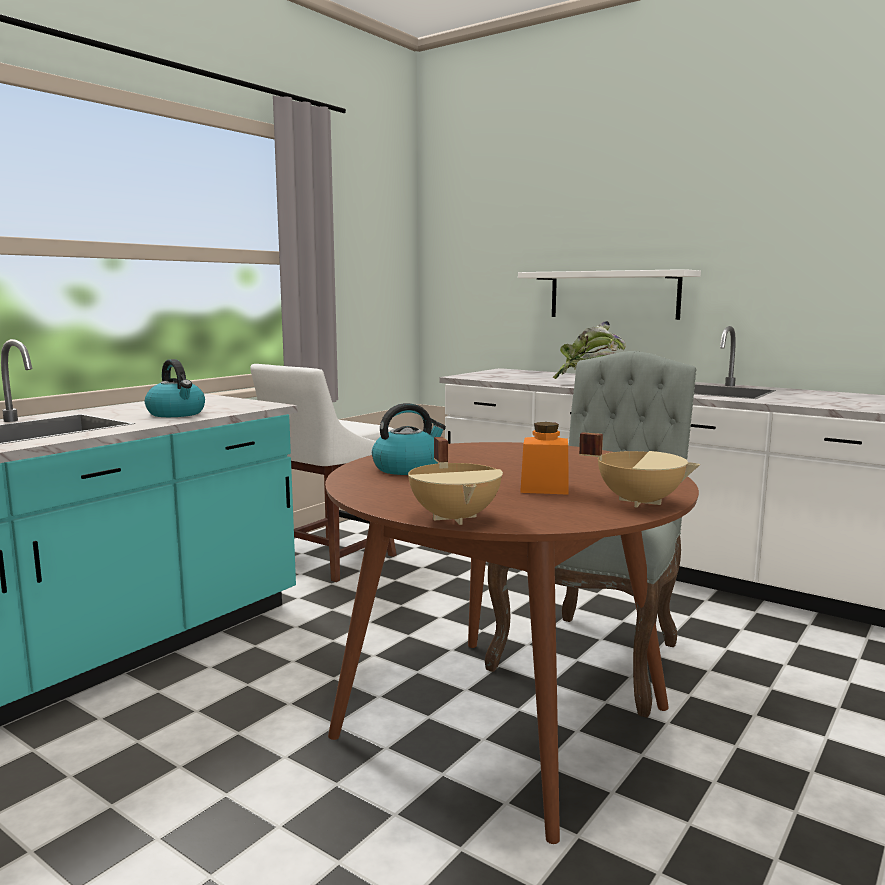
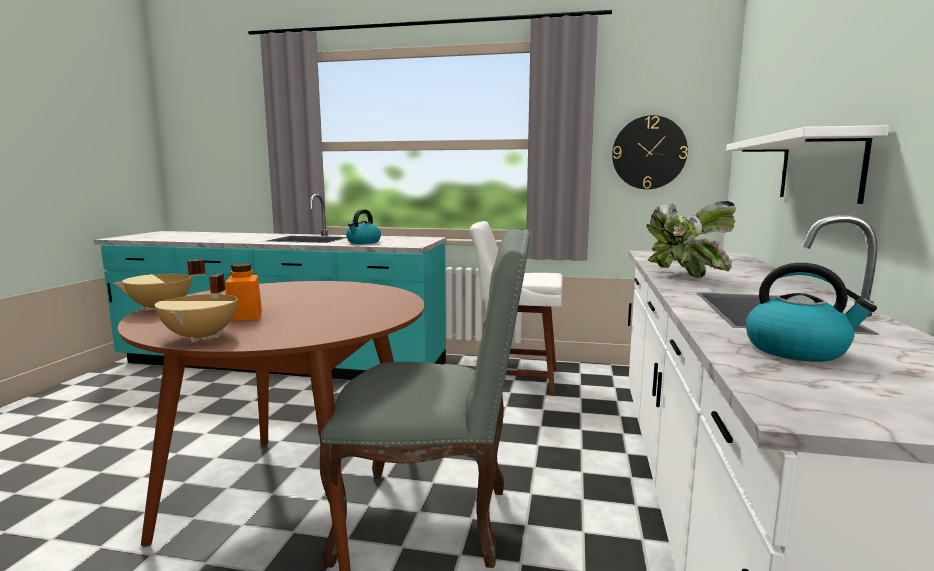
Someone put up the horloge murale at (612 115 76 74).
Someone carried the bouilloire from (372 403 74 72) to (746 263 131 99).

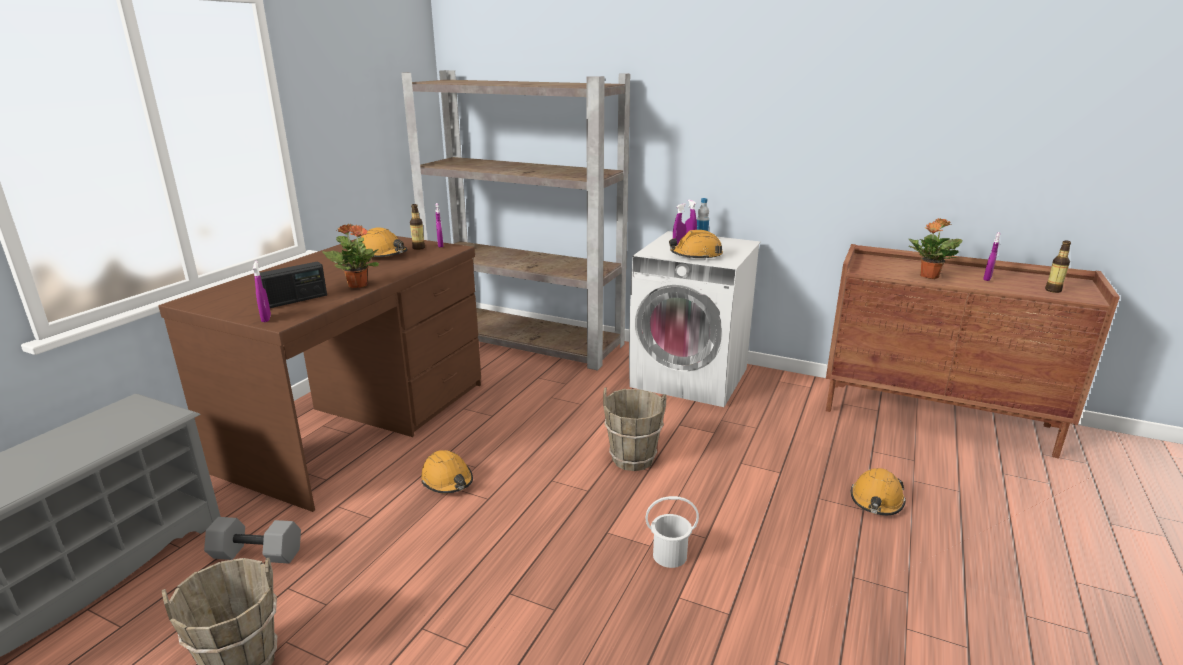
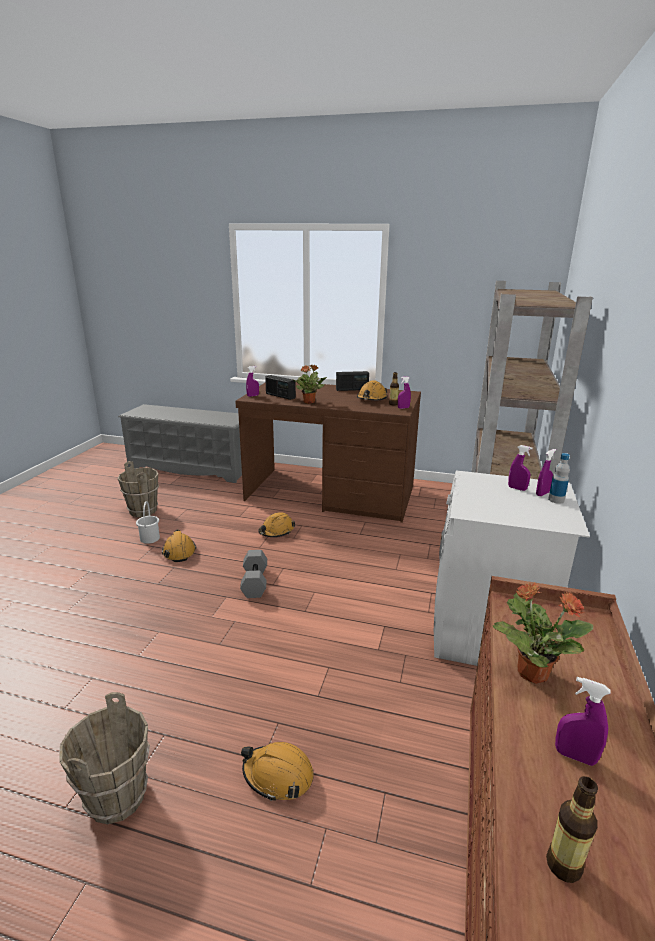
Someone carried the seau [marron] from (603 387 64 84) to (59 692 91 132).
Someone carried the seau [blanc] from (645 496 54 72) to (136 501 24 43).
Someone carried the casque de chantier [orange] from (669 230 54 30) to (162 529 34 33).
Someone carried the haltère [gris] from (204 517 97 47) to (240 550 27 48).
Someone put down the radio at (336 371 33 20).

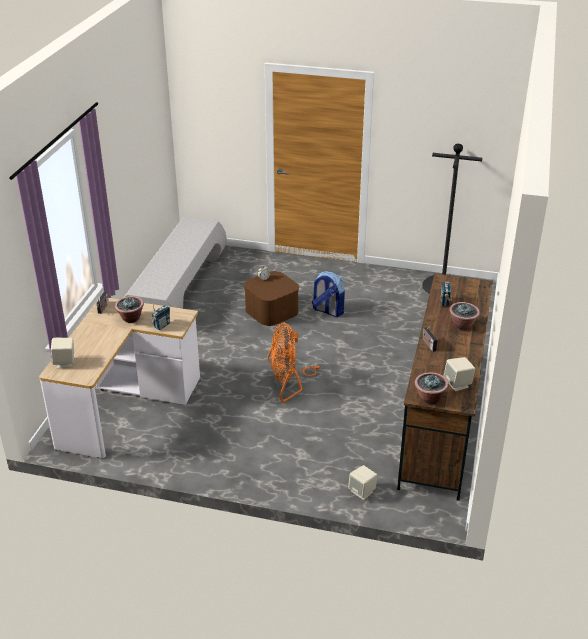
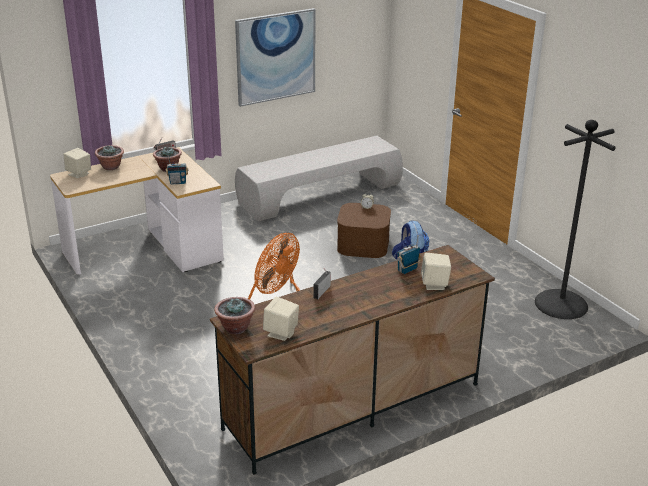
Someone carried the plante en pot from (449 302 31 28) to (95 145 29 25).
Someone put up the tableau at (235 8 81 99).
Someone carried the enceinte [beige] from (348 465 30 35) to (421 253 30 37).

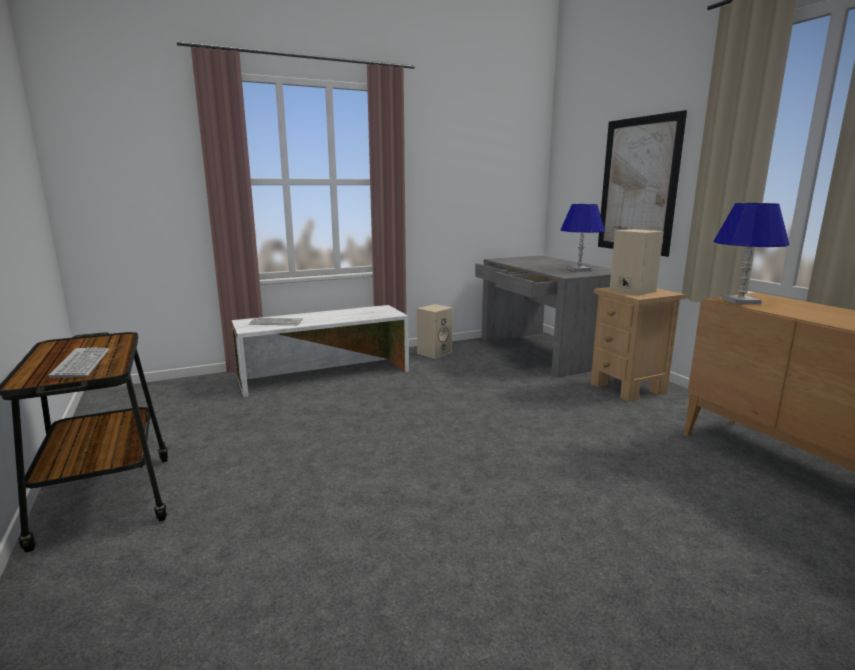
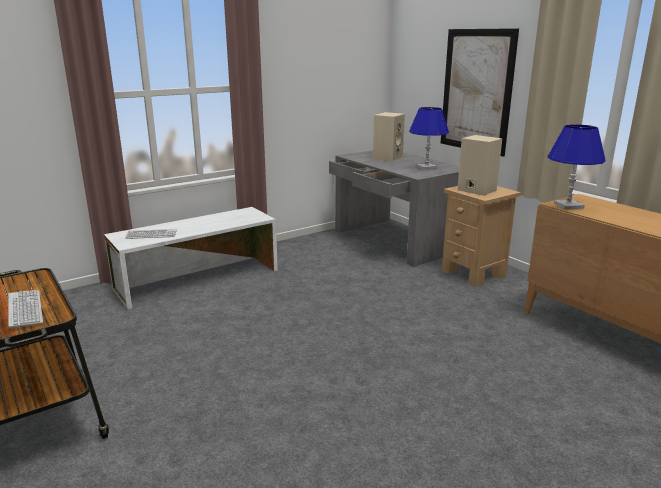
Someone carried the enceinte [beige] from (417 304 36 55) to (373 112 32 50).

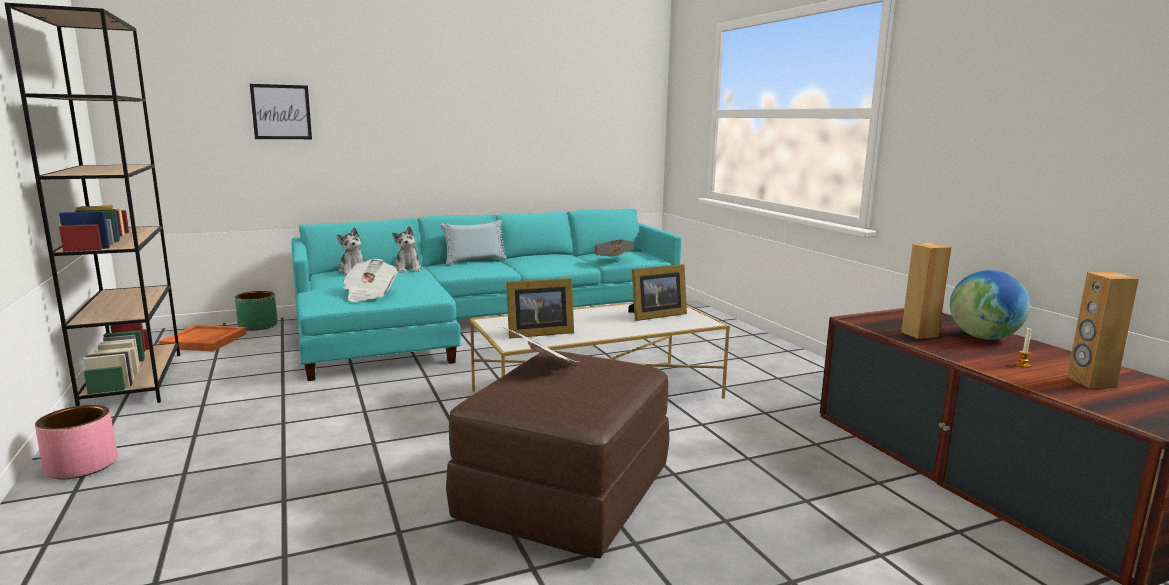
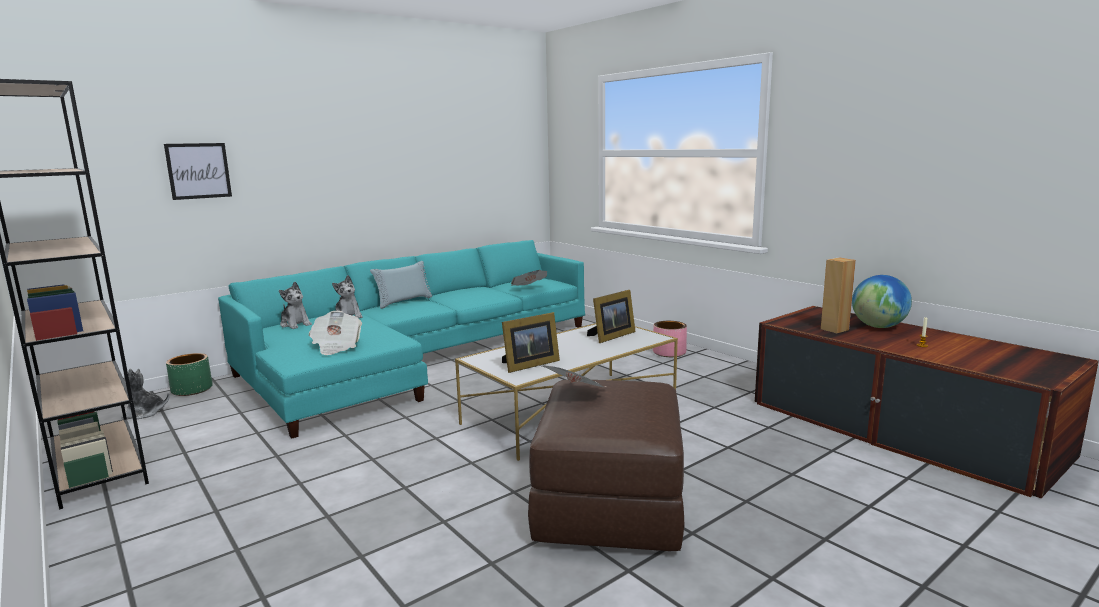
Someone swapped the plateau [orange] at (158 325 88 26) for the peluche at (121 369 48 50).
Someone carried the cache-pot [rose] from (35 405 83 74) to (653 321 34 36).
Someone took away the enceinte [marron] at (1067 272 72 116).

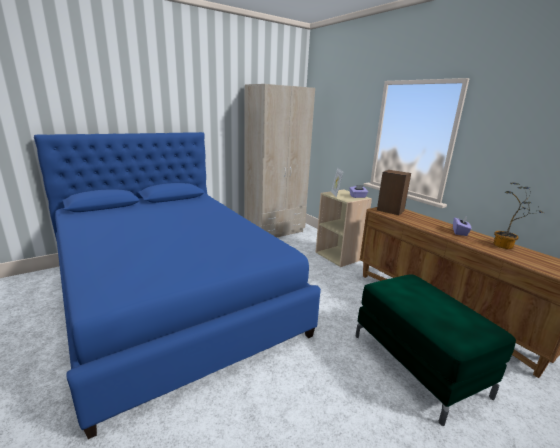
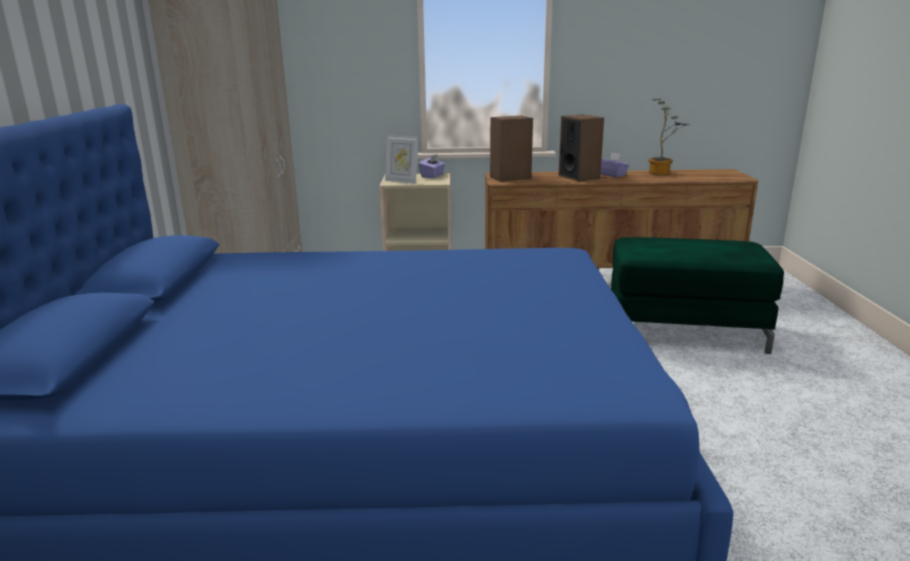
Someone put down the enceinte at (558 115 46 67).

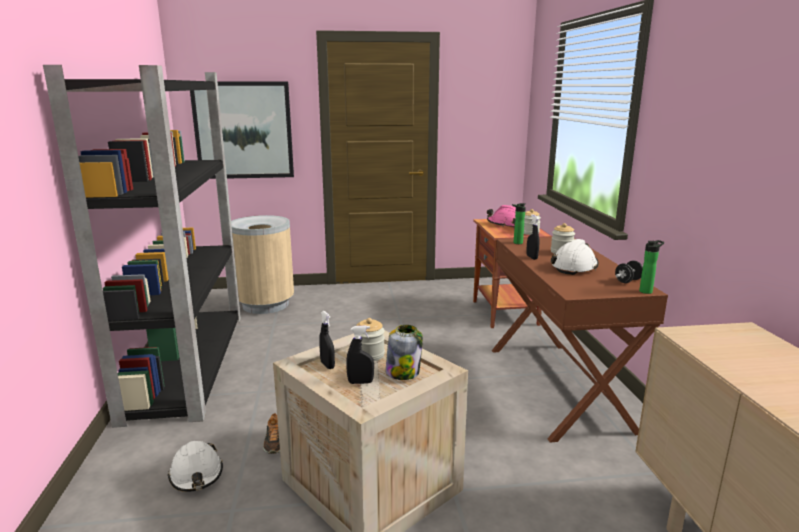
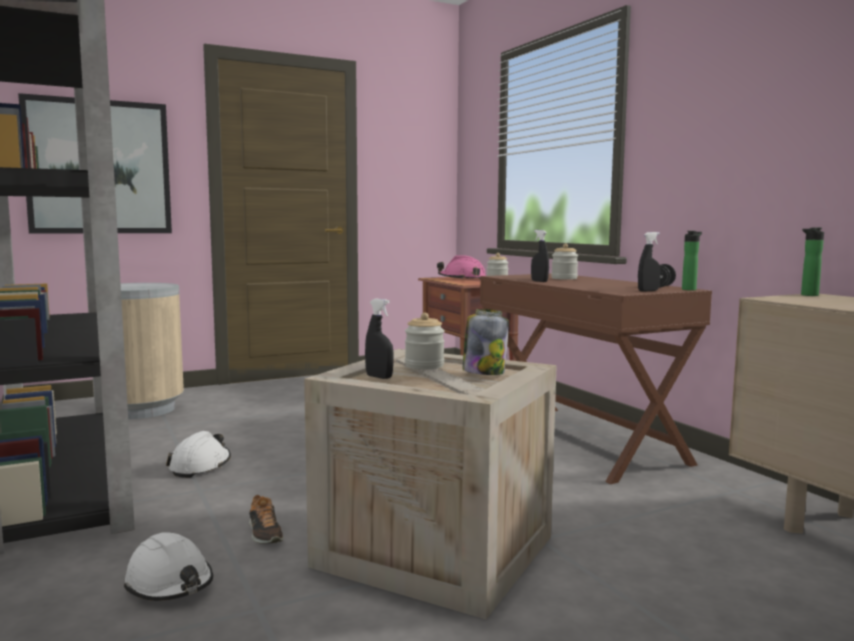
Someone carried the casque de chantier [blanc] from (551 239 48 36) to (166 431 65 47).
Someone carried the vaporisateur [noir] from (346 325 28 59) to (638 232 23 60).
Someone carried the bouteille from (512 203 14 41) to (801 228 23 68).

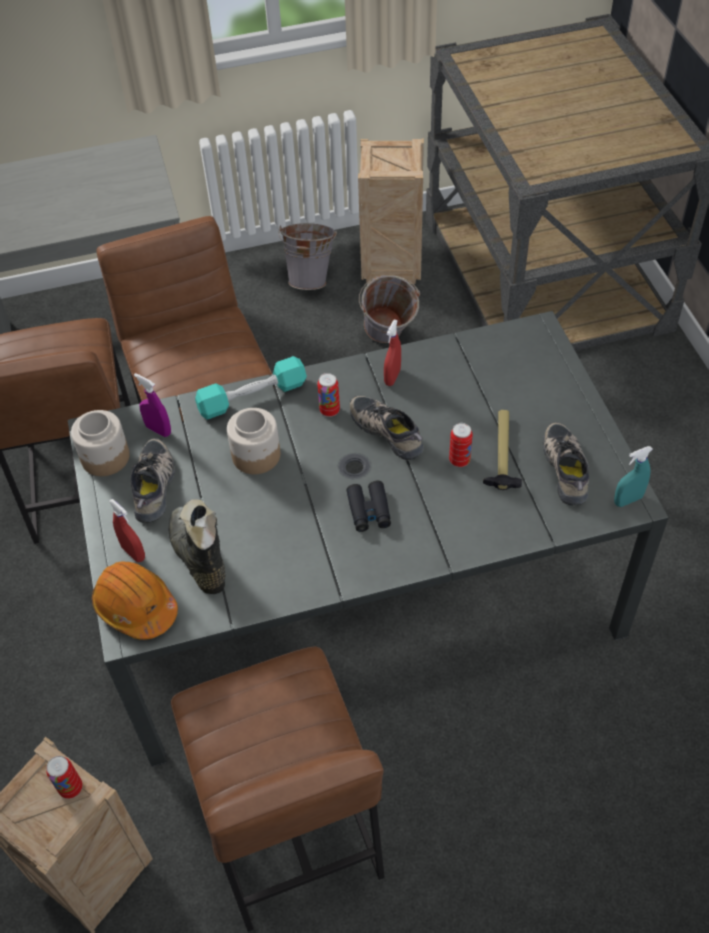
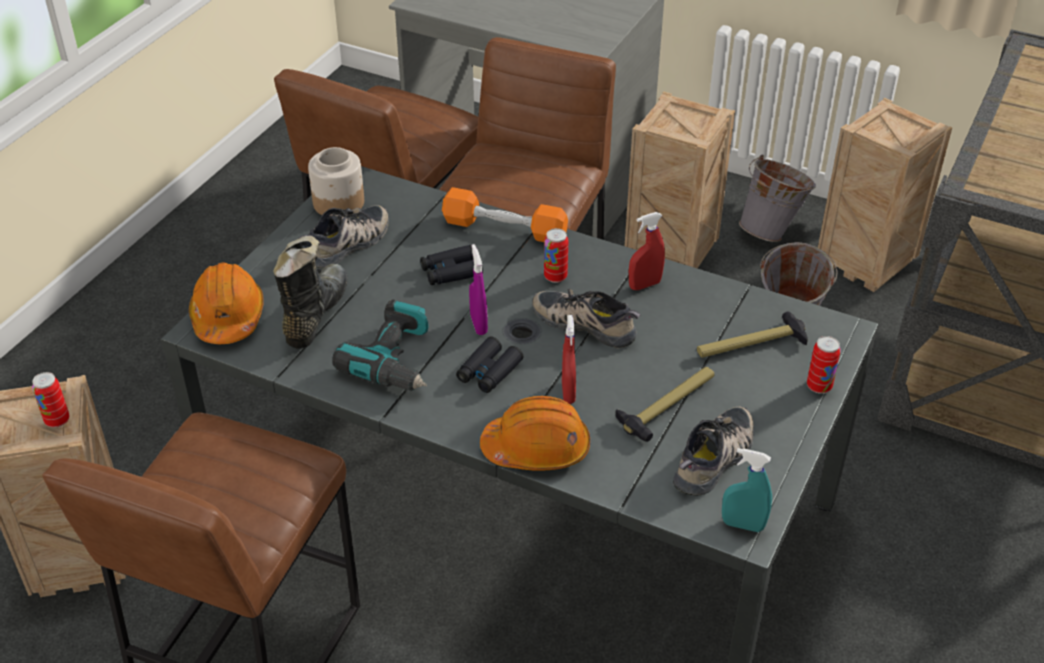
Someone put down the perceuse at (332 300 97 91).
Someone swapped the bocal at (227 408 53 66) for the jumelles [noir] at (420 245 63 40).
Someone repainted the haltère [turquoise] at (195 356 112 64), which became the haltère [orange] at (442 187 126 55).
Someone carried the vaporisateur [violet] from (134 373 37 64) to (469 244 19 91).
Someone put down the casque de chantier [orange] at (480 396 110 75).
Someone rotated the chaussure at (350 396 74 64) by 60 degrees counterclockwise.
Someone carried the vaporisateur [rouge] from (109 499 36 63) to (562 315 14 89).
Someone put down the caisse at (625 91 110 177).
Someone put down the marteau at (697 311 111 47).
Someone carried the boîte métallique from (449 423 24 44) to (807 336 34 58).

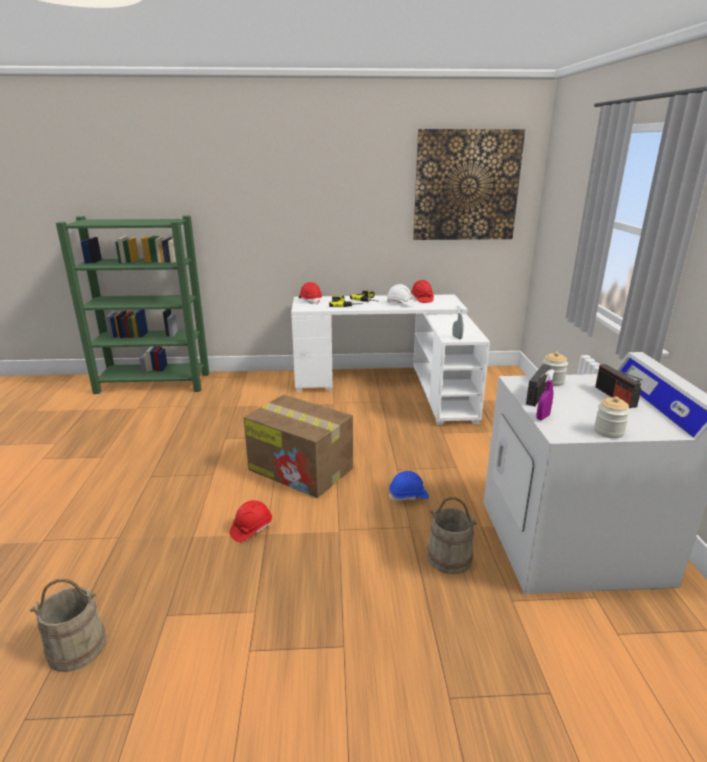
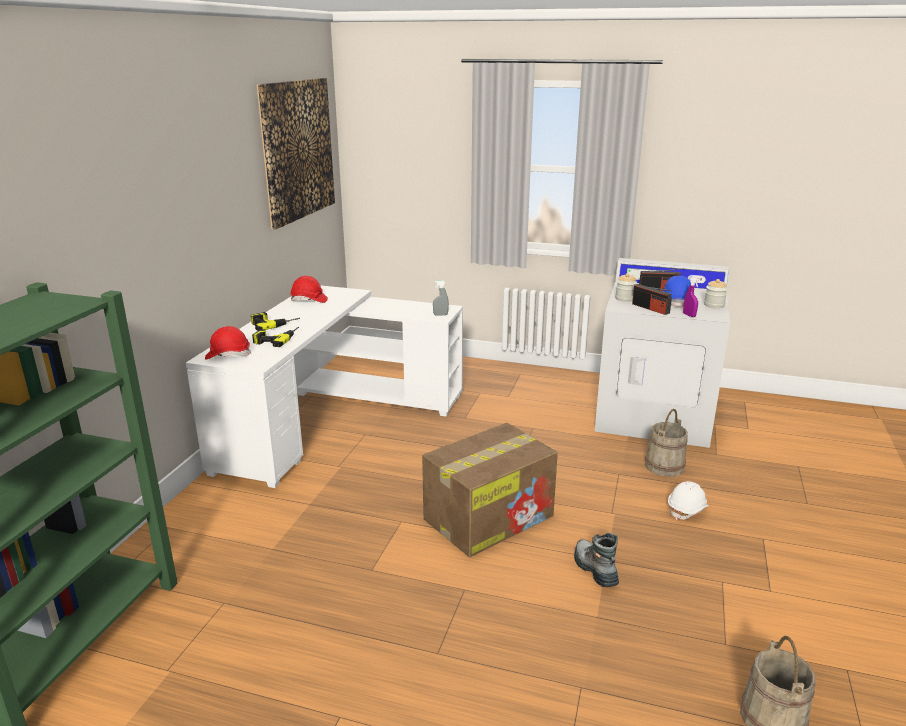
Someone swapped the casque de chantier [rouge] at (229 500 43 42) for the botte at (574 533 45 54).
Someone carried the casque de chantier [bleu] from (389 471 40 31) to (663 275 28 33).
Someone carried the casque de chantier [blanc] from (387 284 28 22) to (668 481 41 39).

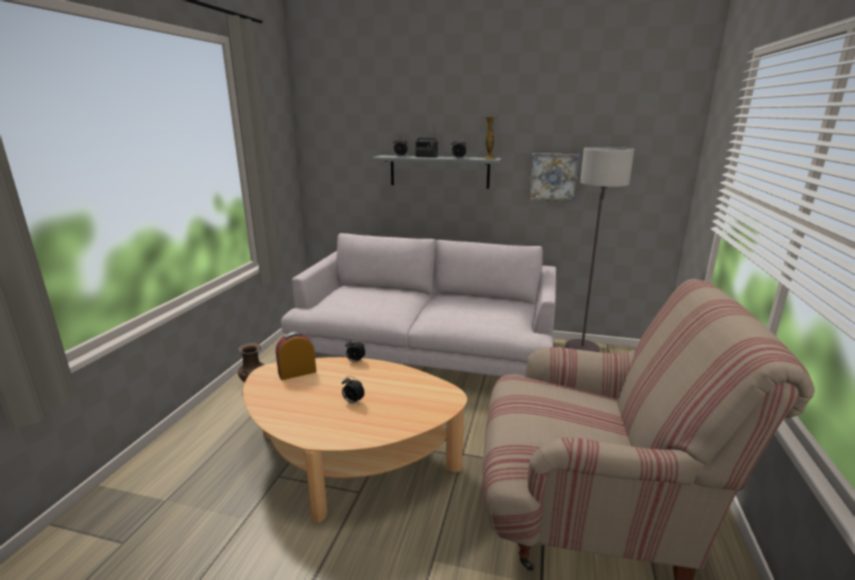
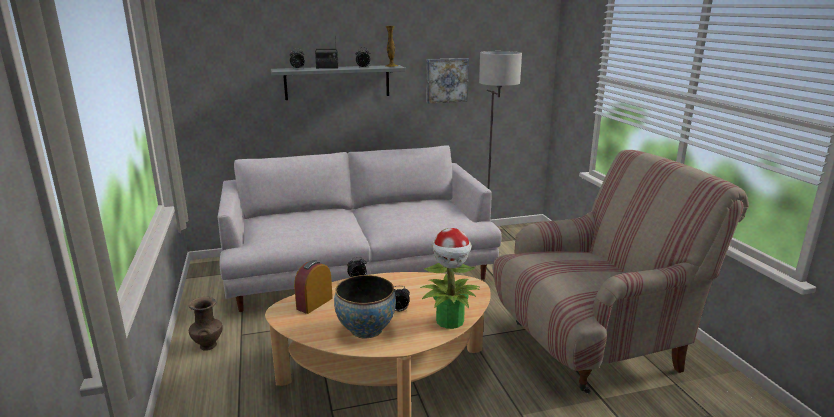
Someone put down the bol at (334 275 62 63).
Someone put down the plante en pot at (420 228 60 101).

